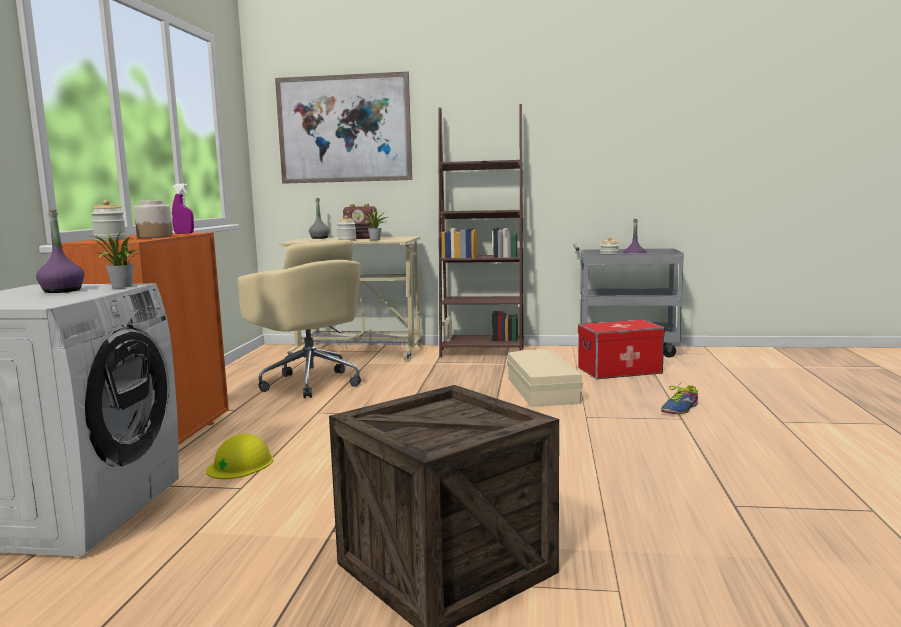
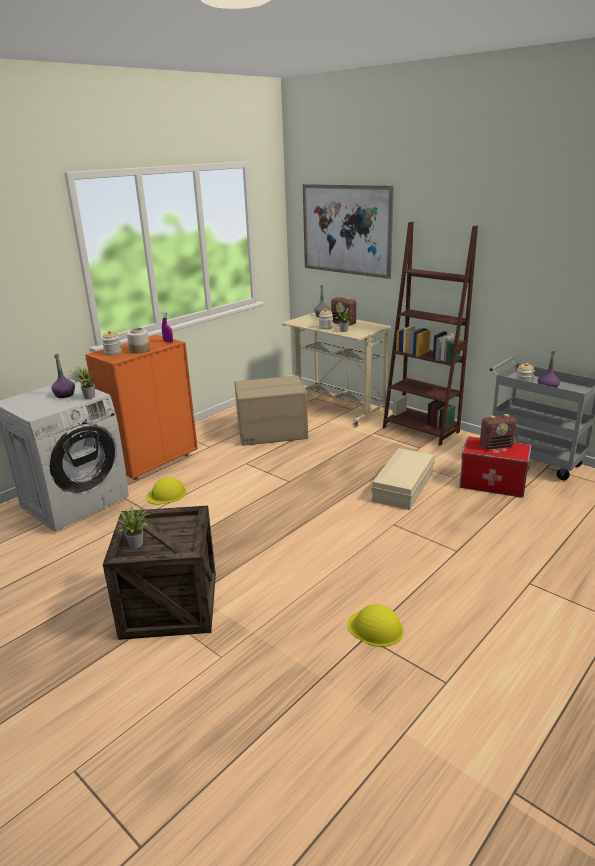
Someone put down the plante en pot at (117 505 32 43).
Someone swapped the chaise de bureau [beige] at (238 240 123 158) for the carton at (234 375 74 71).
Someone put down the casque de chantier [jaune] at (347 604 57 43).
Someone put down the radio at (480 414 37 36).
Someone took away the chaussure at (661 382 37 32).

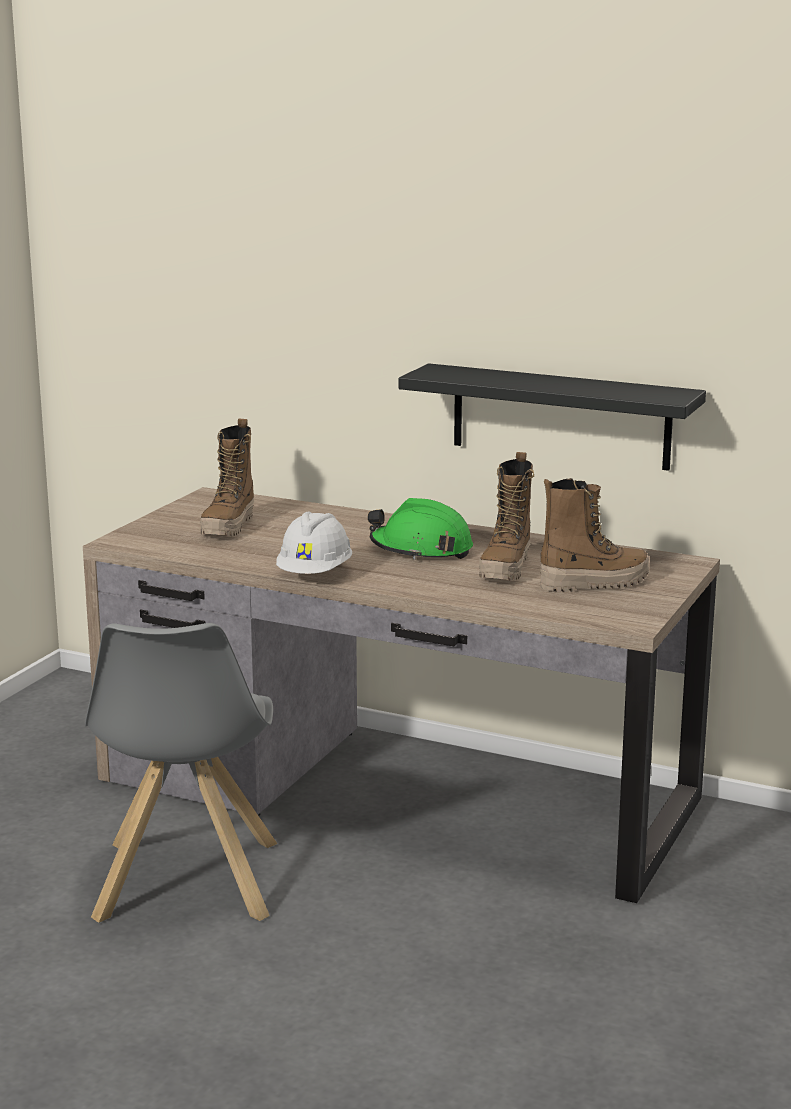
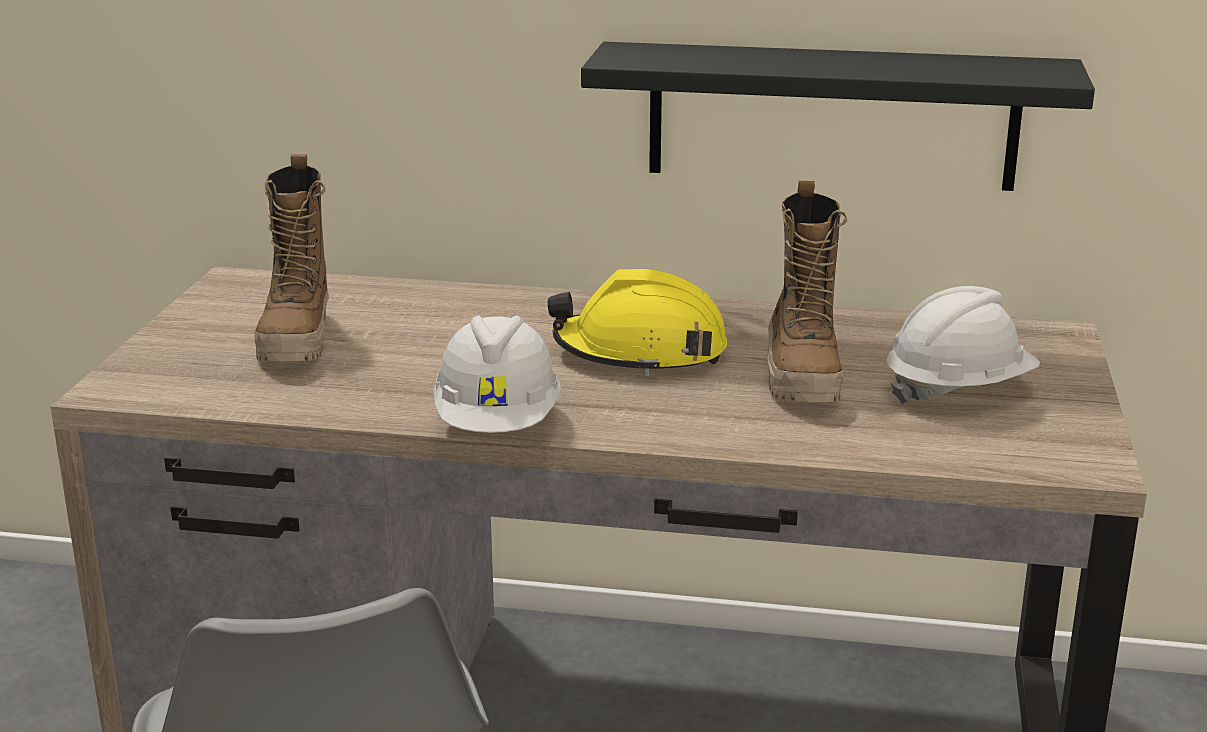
Someone repainted the casque de chantier [vert] at (368 498 105 62), which became the casque de chantier [jaune] at (547 269 180 106).
Someone swapped the botte at (540 478 109 114) for the casque de chantier [blanc] at (887 286 153 119).

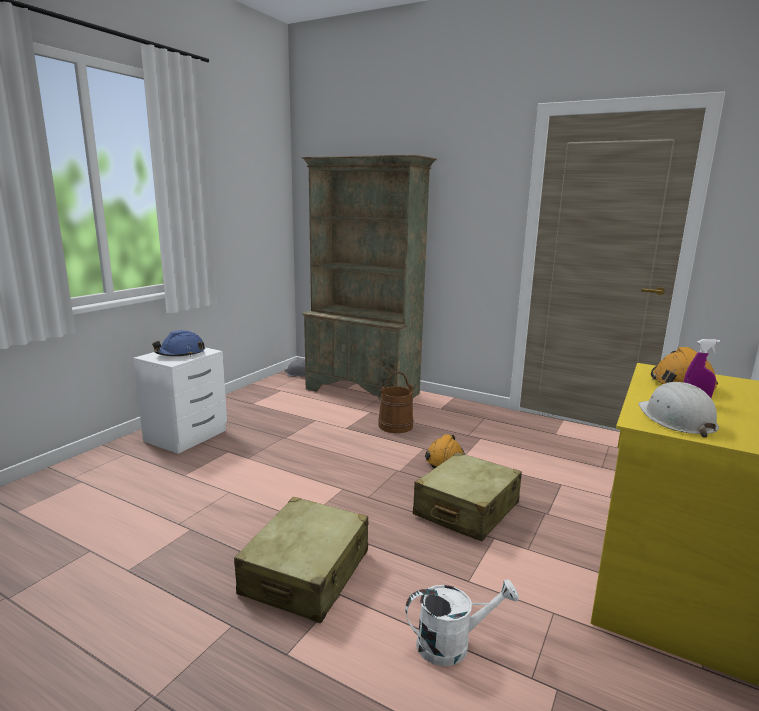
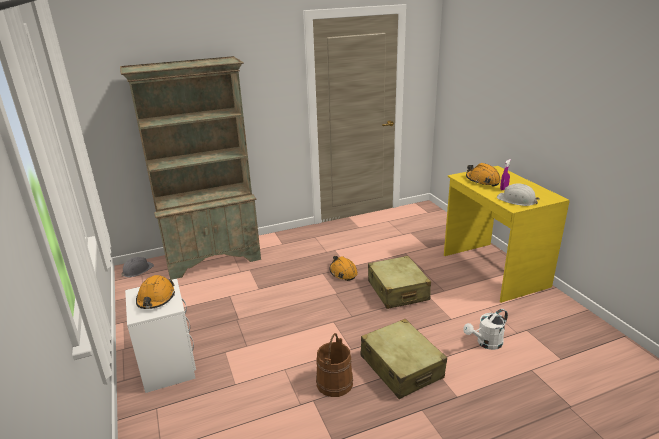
Someone repainted the casque de chantier [bleu] at (152 330 53 27), which became the casque de chantier [orange] at (136 275 39 34).
Someone carried the seau [marron] from (378 371 36 62) to (316 333 37 64).
Someone rotated the arrosoir [blanc] at (405 579 114 87) by 150 degrees counterclockwise.

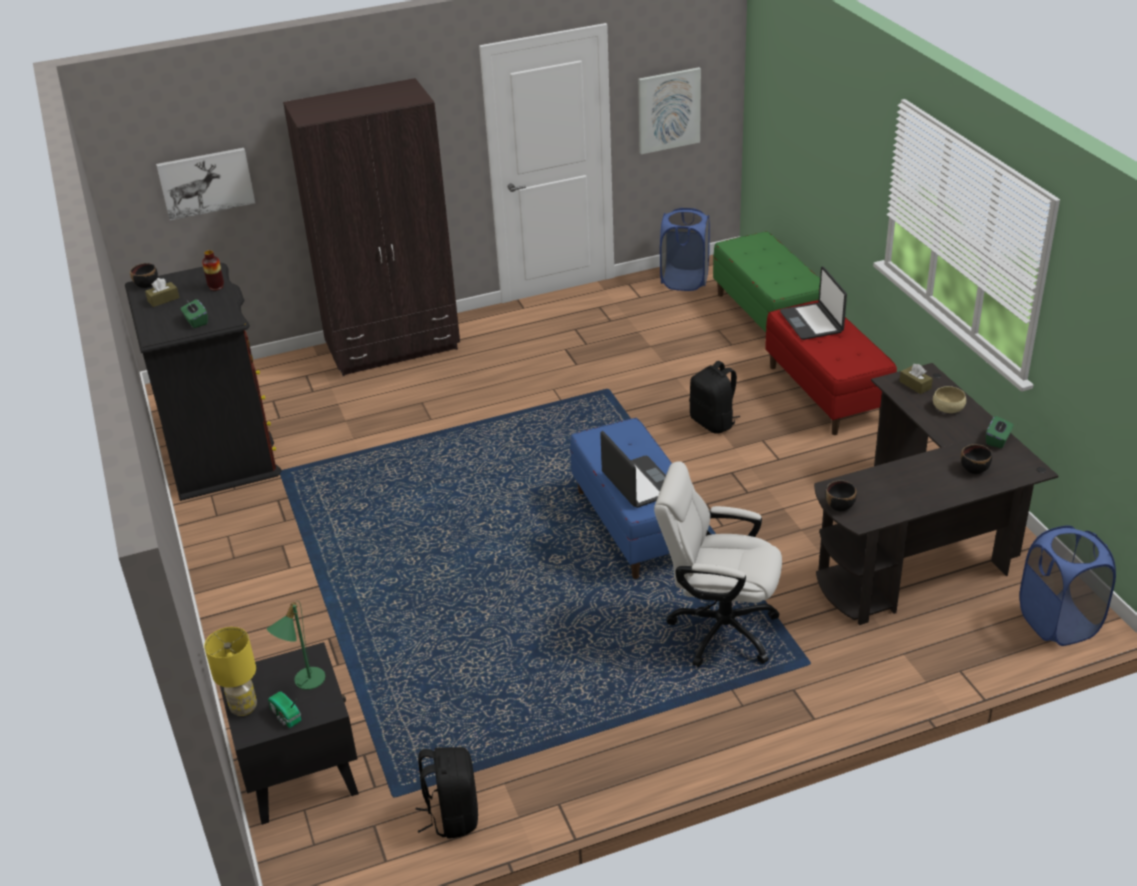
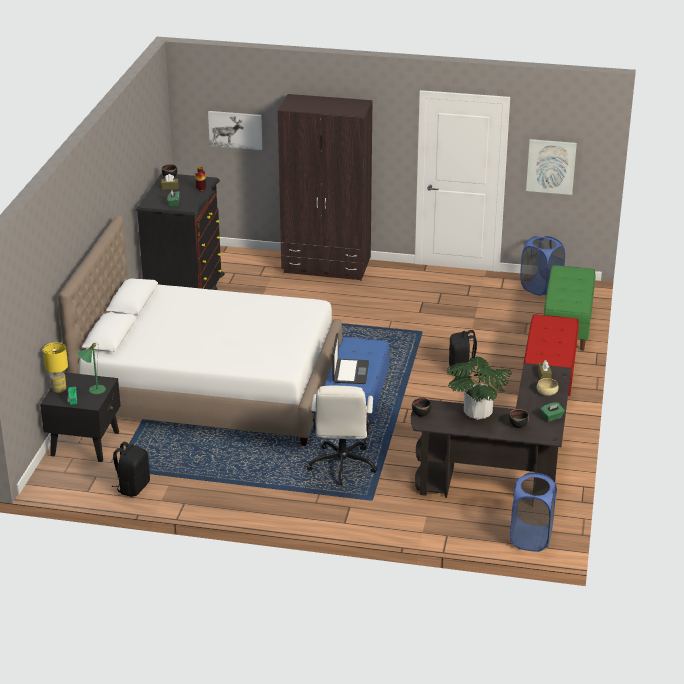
Someone put down the lit [blanc] at (58 216 284 230).
Someone rotated the chaise de bureau [blanc] at (654 461 128 206) by 135 degrees counterclockwise.
Someone put down the plante en pot at (447 356 65 64).
Someone took away the ordinateur portable at (780 266 67 74).

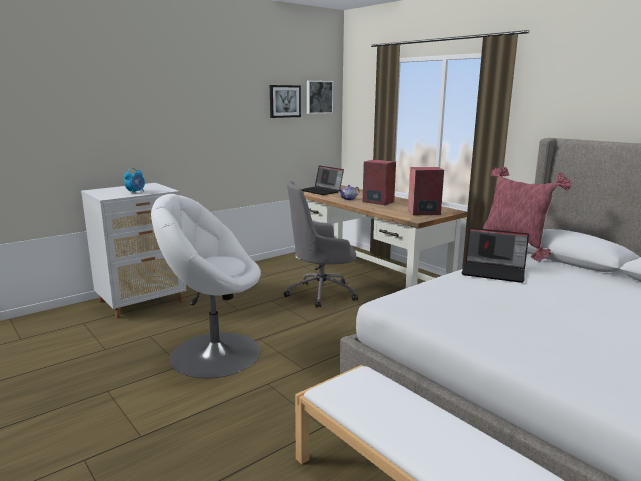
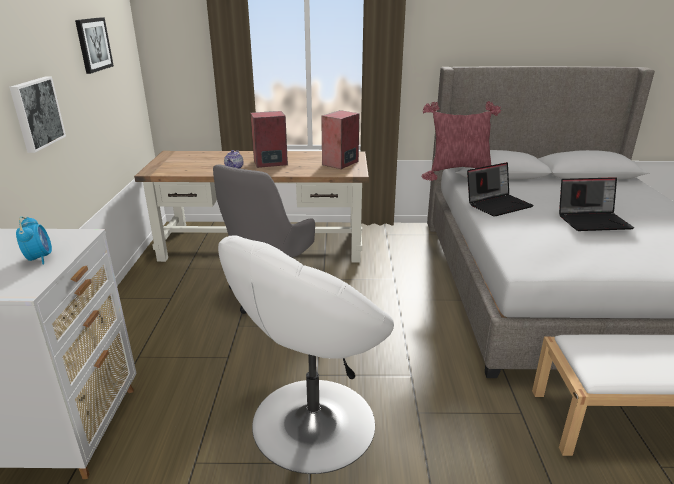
Someone carried the tableau from (307 81 26 33) to (9 77 57 76).
Someone carried the ordinateur portable from (301 165 43 30) to (559 177 75 54).

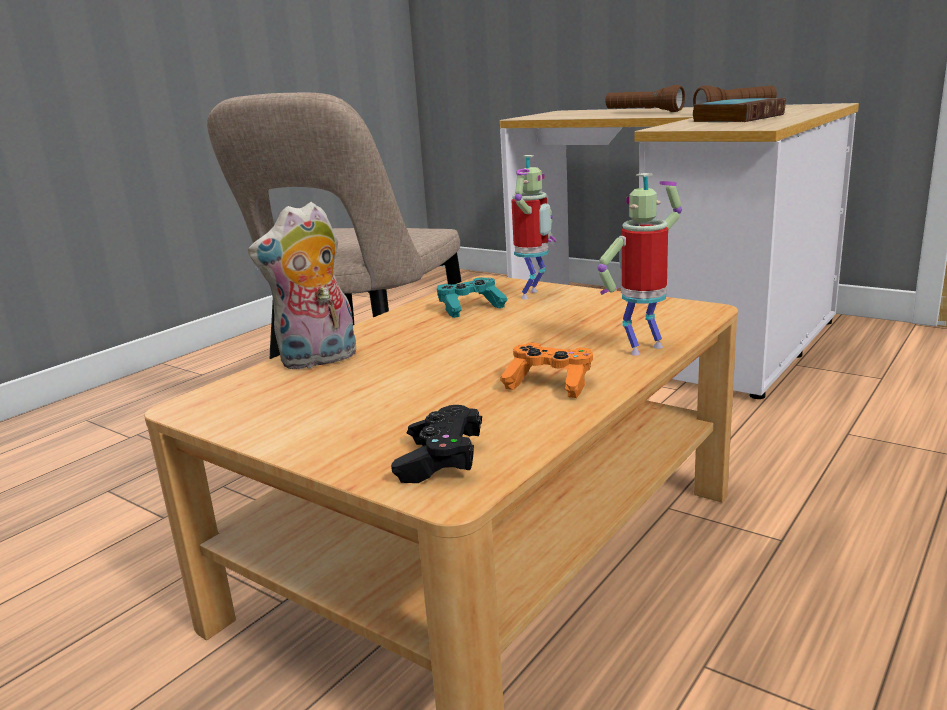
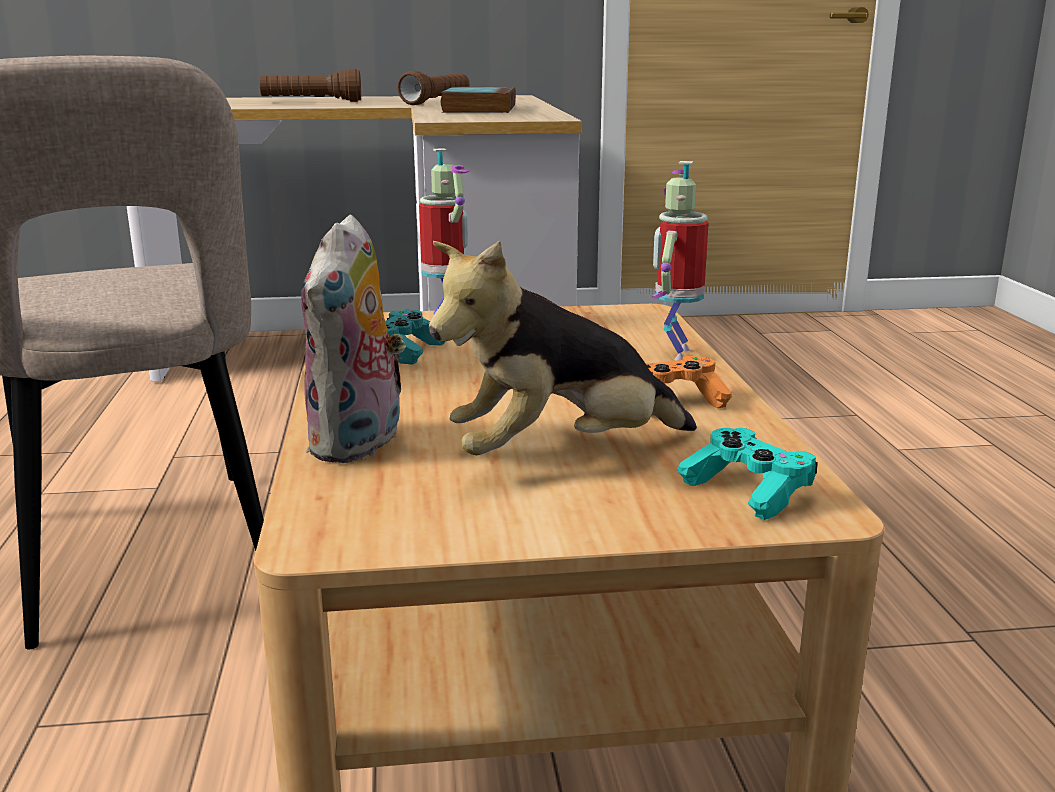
Someone put down the peluche at (429 241 268 214).
Someone repainted the manette [noir] at (391 405 91 78), which became the manette [turquoise] at (677 428 141 92).

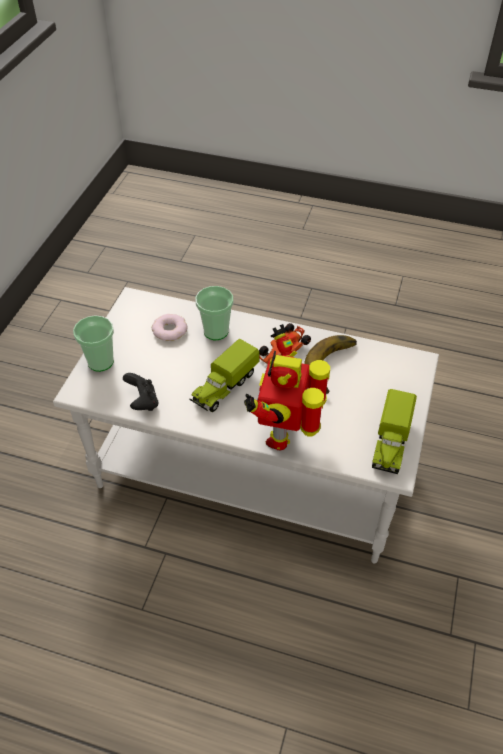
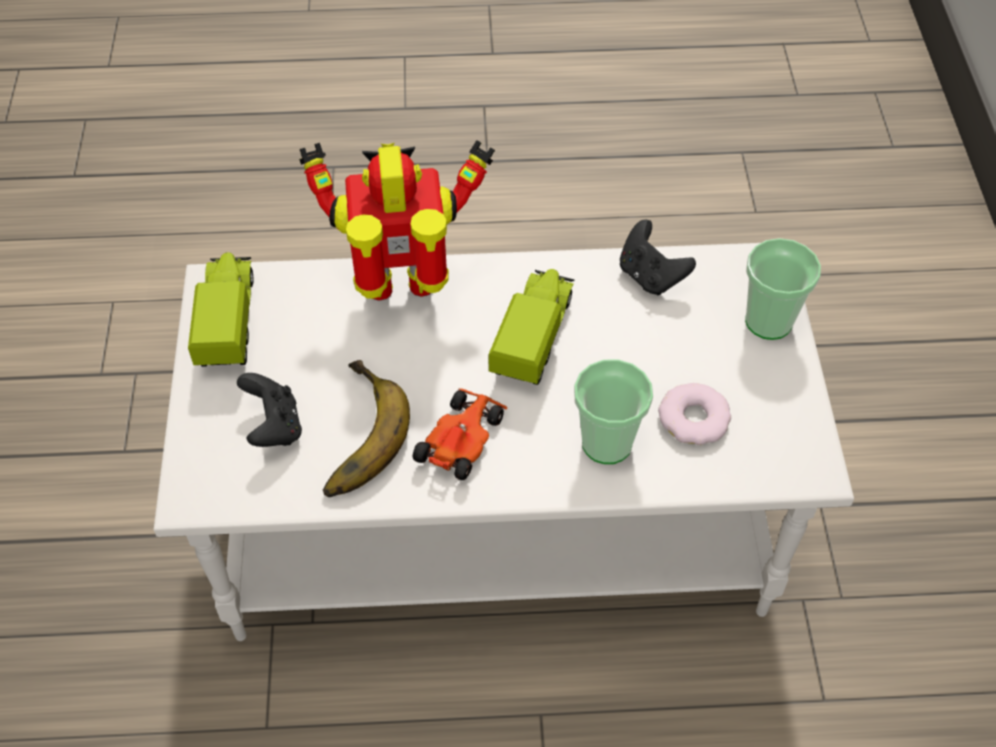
Someone put down the manette [noir] at (237 373 65 74).
Someone rotated the robot jouet at (244 324 86 127) by 90 degrees counterclockwise.

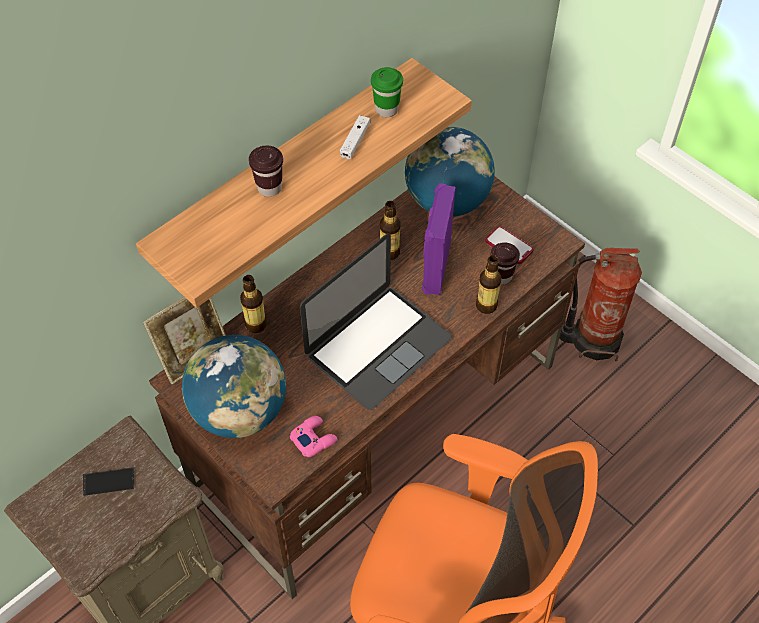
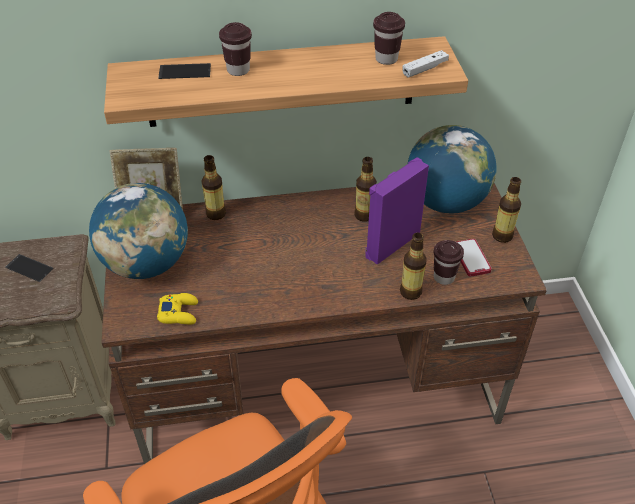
Someone repainted the manette [rose] at (290 416 48 41), which became the manette [jaune] at (157 293 41 32).
Someone put down the téléphone at (158 63 53 16).
Someone repainted the tasse [vert] at (371 67 32 50), which became the tasse [marron] at (373 12 32 53).
Someone carried the manette [blanc] from (340 115 30 44) to (402 50 47 27).
Someone put down the bouteille at (492 177 29 66).
Someone took away the ordinateur portable at (300 234 152 176).
Someone took away the extincteur at (559 248 83 113).

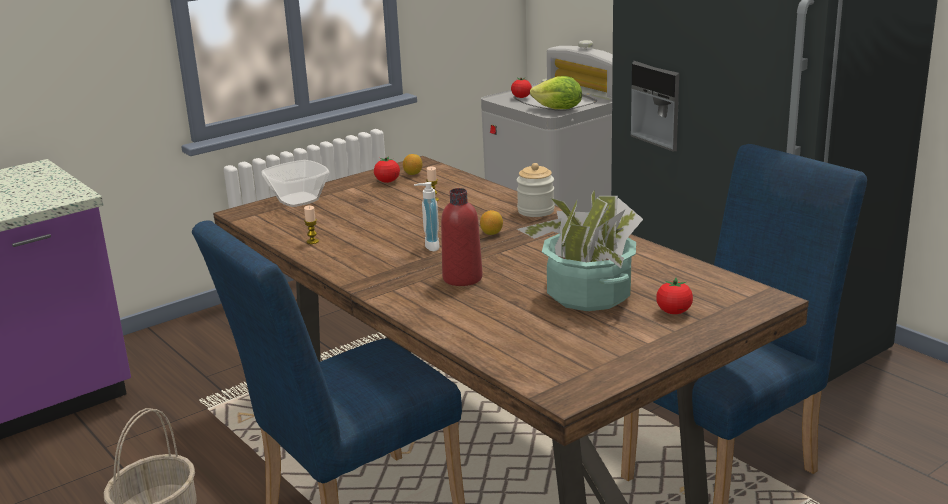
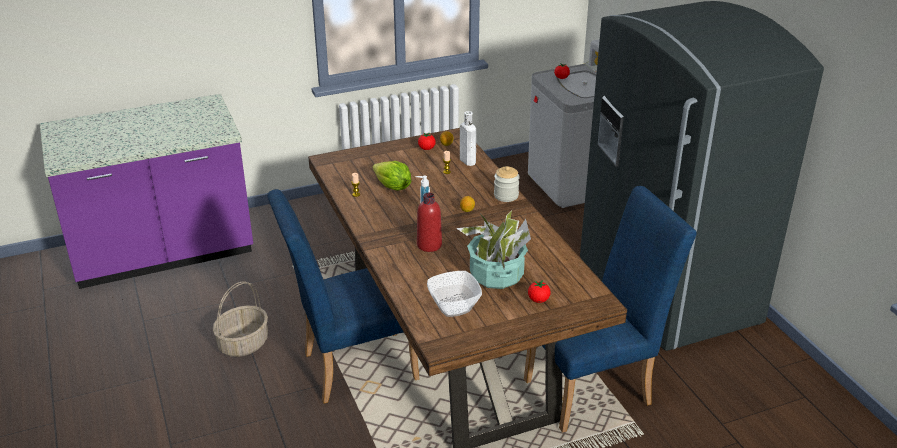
Someone carried the laitue from (530 76 52 33) to (373 161 39 30).
Someone carried the bol from (262 160 68 47) to (427 271 55 46).
Someone put down the bouteille [blanc] at (460 111 16 55).

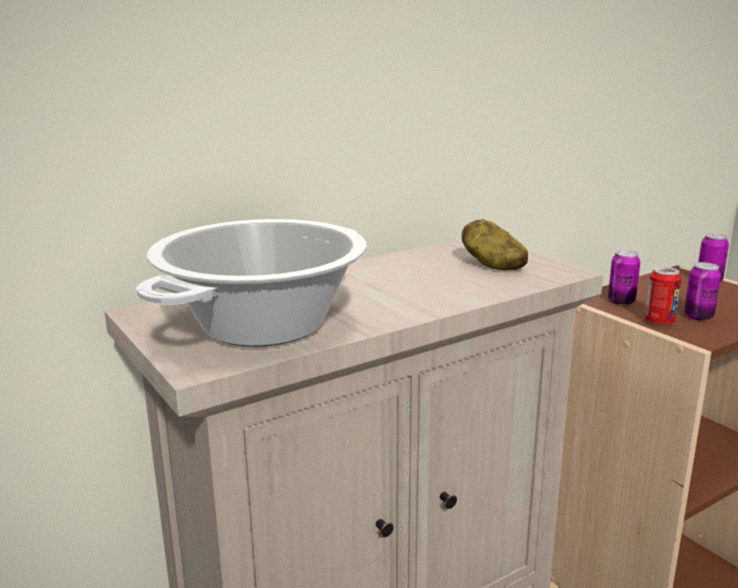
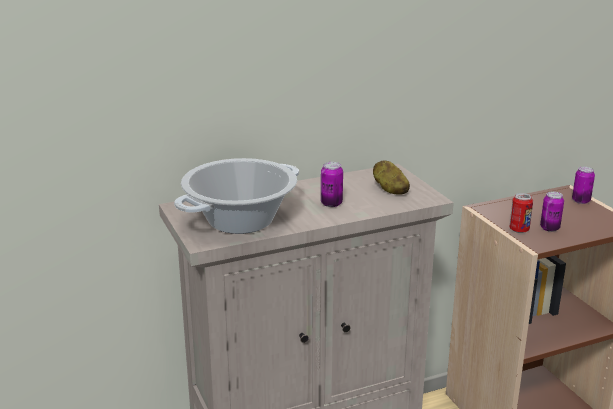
Someone carried the boîte métallique from (608 250 32 55) to (321 162 22 45).

